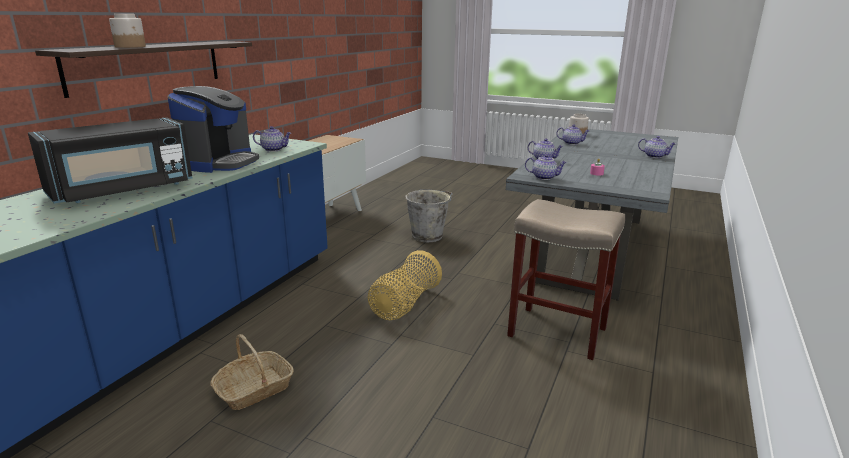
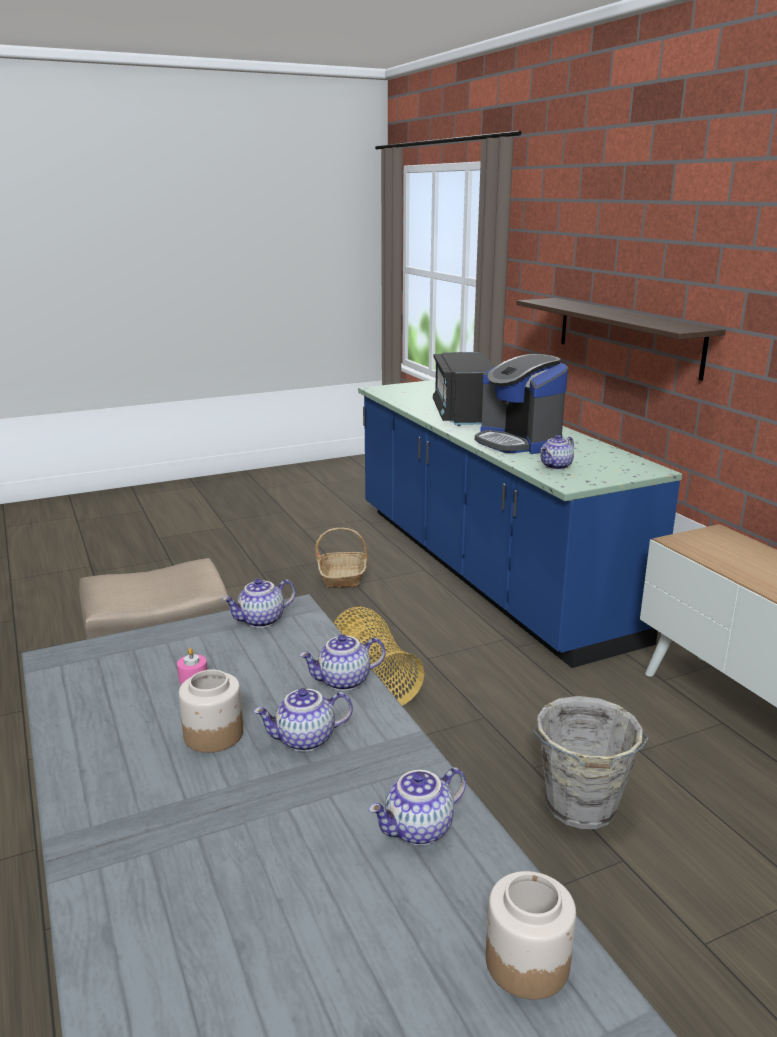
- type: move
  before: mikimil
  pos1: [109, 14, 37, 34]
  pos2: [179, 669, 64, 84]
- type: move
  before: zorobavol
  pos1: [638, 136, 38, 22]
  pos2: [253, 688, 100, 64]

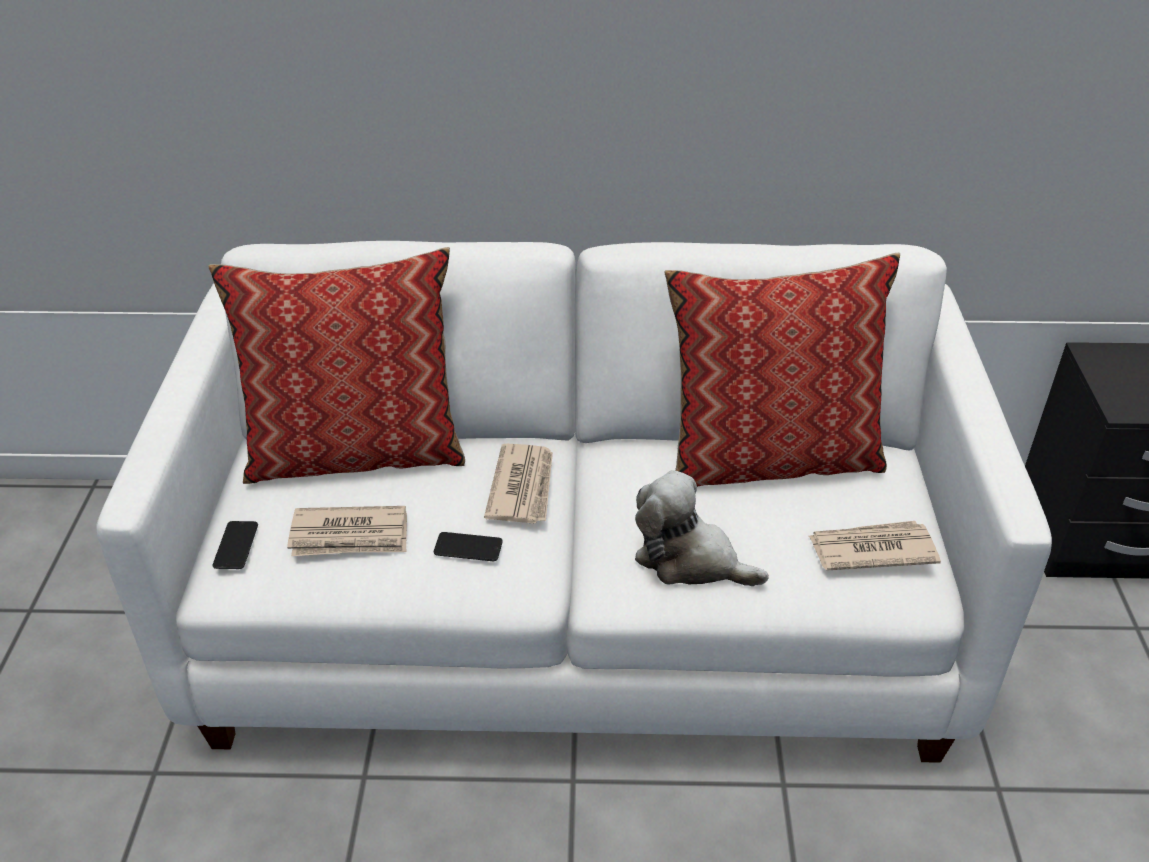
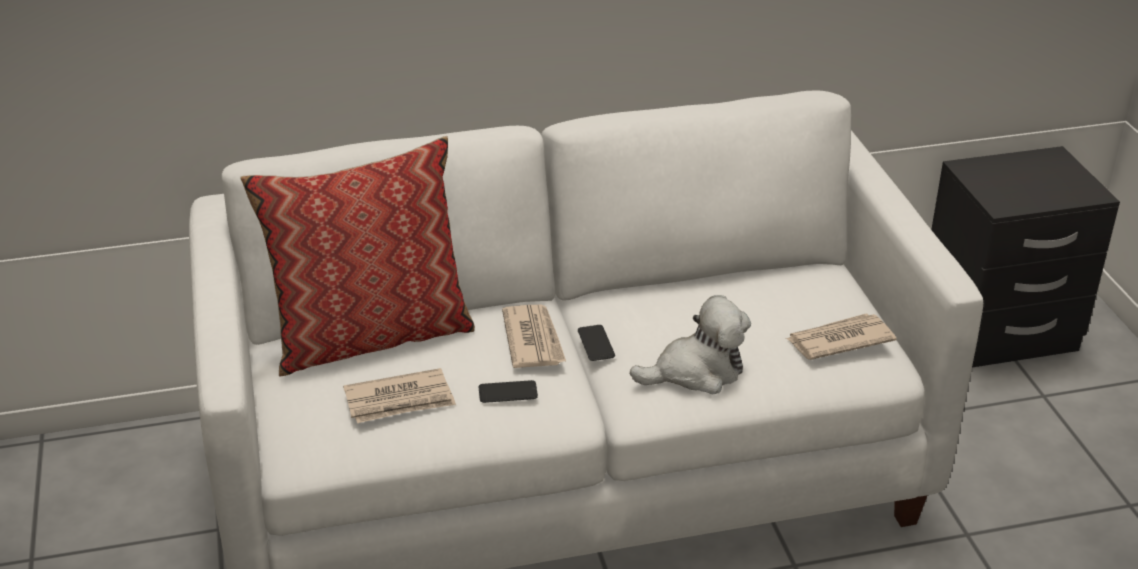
- type: move
  before: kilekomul
  pos1: [213, 521, 45, 48]
  pos2: [578, 325, 37, 36]
- type: rotate
  before: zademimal
  pos1: [635, 470, 134, 116]
  pos2: [630, 295, 121, 99]
  turn: 150
- type: delete
  before: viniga
  pos1: [665, 253, 235, 234]

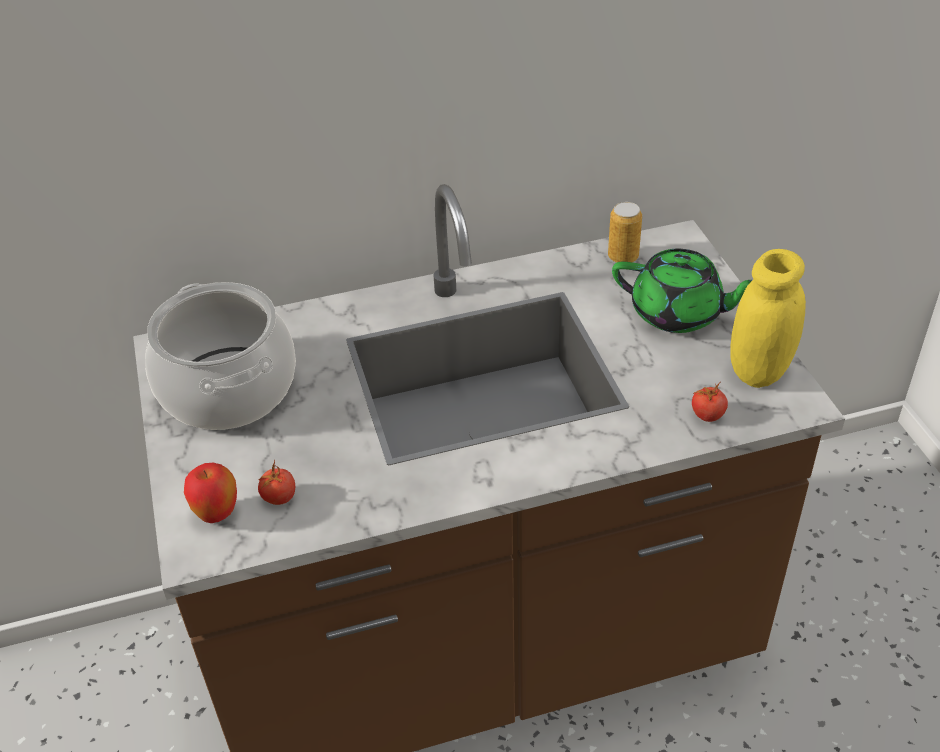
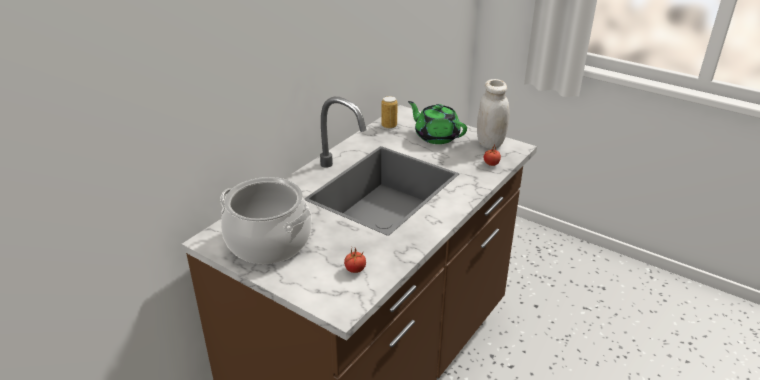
- type: delete
  before: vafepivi
  pos1: [184, 463, 53, 60]
- type: rotate
  before: zorobavol (green)
  pos1: [612, 249, 140, 84]
  pos2: [408, 101, 59, 43]
  turn: -120
- type: recolor
  before: mikimil (yellow)
  after: mikimil (white)
  pos1: [730, 249, 76, 139]
  pos2: [477, 79, 32, 70]

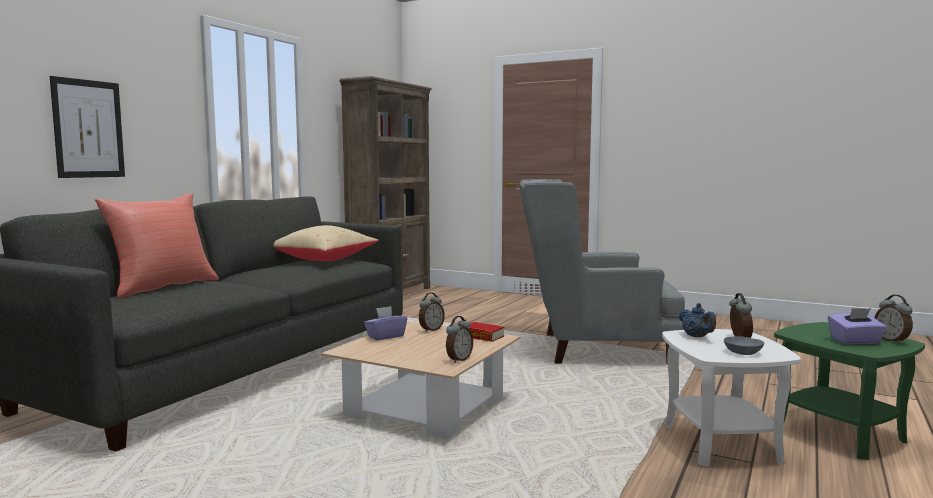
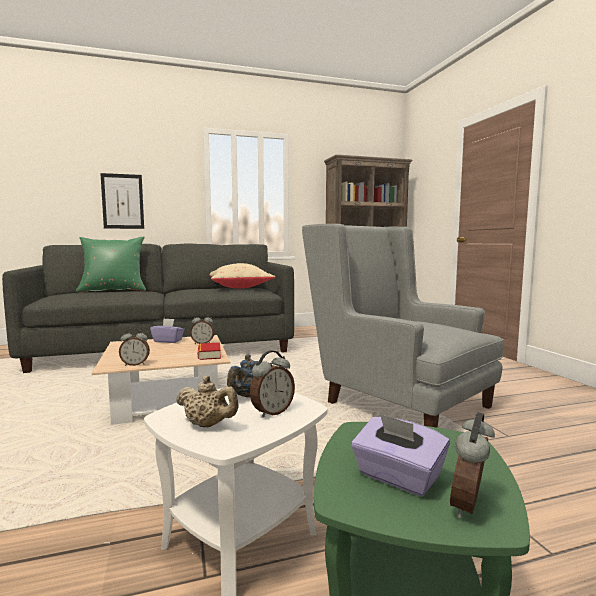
- type: recolor
  before: viniga (red)
  after: viniga (green)
  pos1: [94, 193, 125, 105]
  pos2: [76, 237, 70, 56]
- type: replace
  before: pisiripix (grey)
  after: zorobavol (beige)
  pos1: [724, 336, 41, 19]
  pos2: [176, 376, 63, 52]

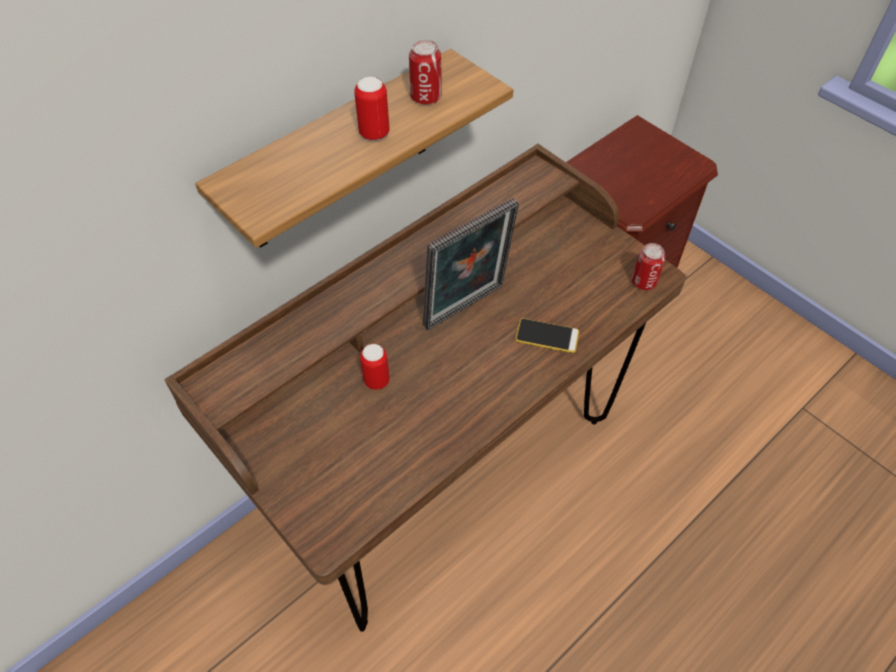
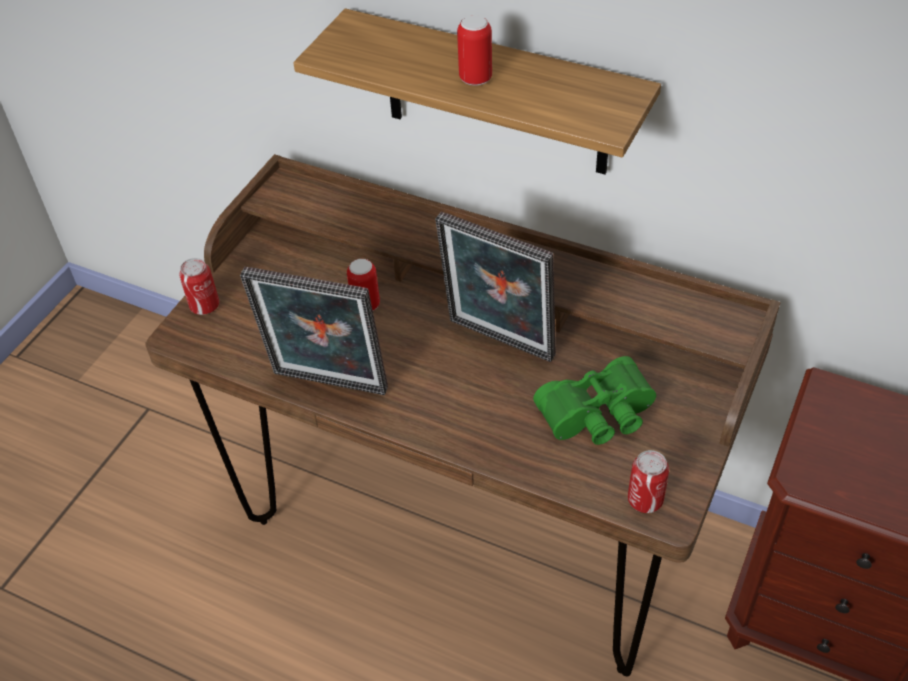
- type: move
  before: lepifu
  pos1: [409, 39, 33, 66]
  pos2: [179, 258, 40, 57]
- type: delete
  before: kilekomul
  pos1: [515, 318, 64, 35]
- type: insert
  after: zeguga
  pos2: [240, 267, 148, 128]
- type: insert
  after: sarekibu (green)
  pos2: [533, 356, 123, 89]

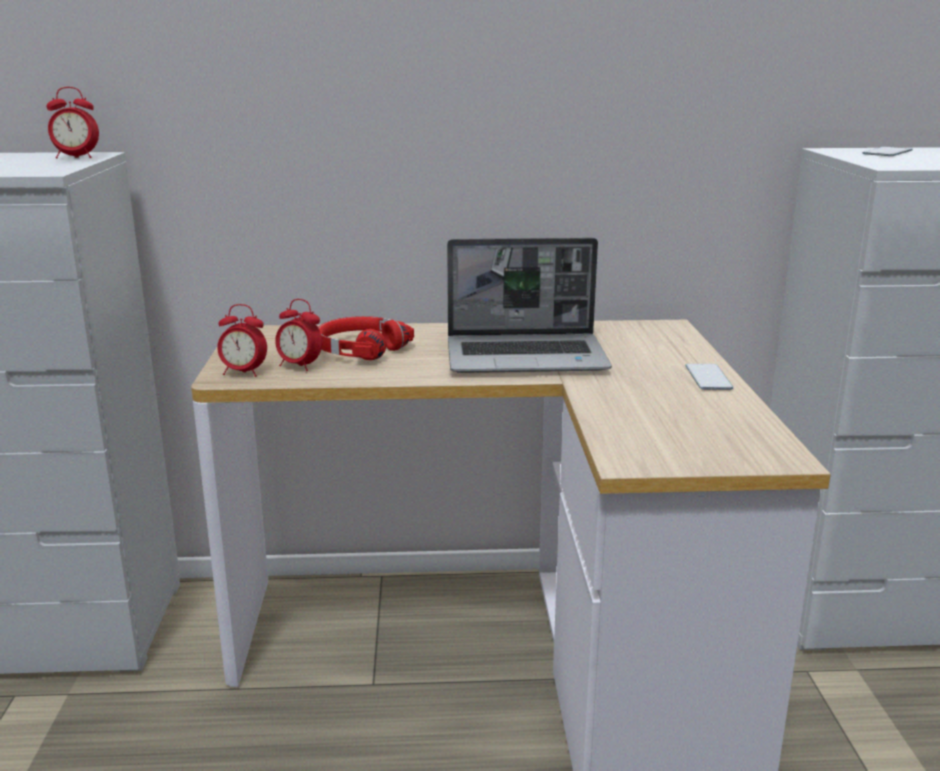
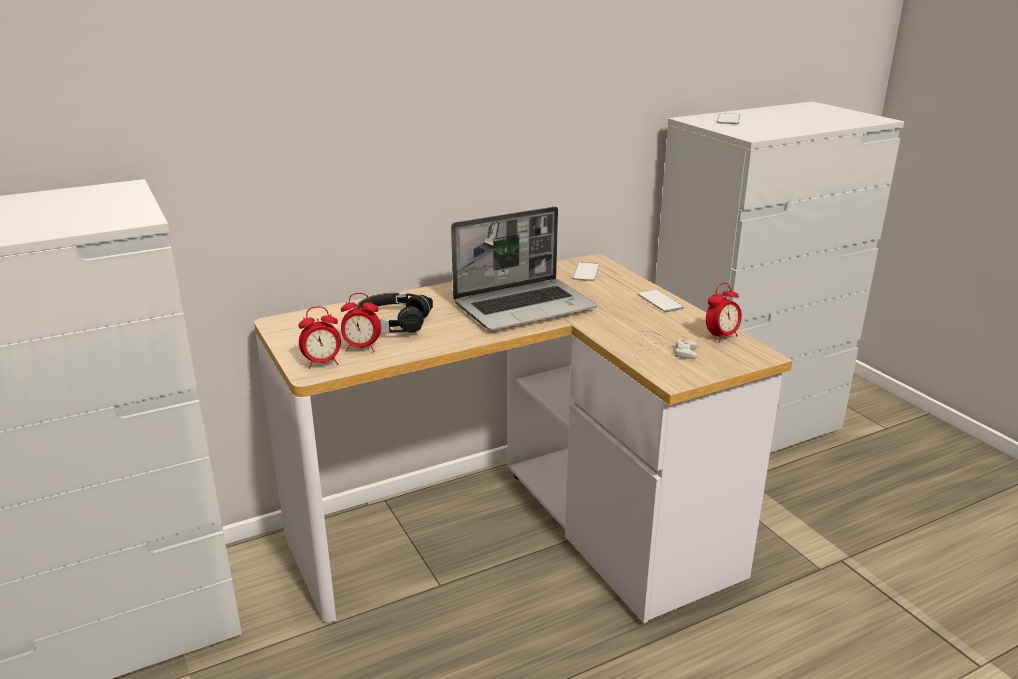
- type: move
  before: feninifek
  pos1: [47, 87, 52, 71]
  pos2: [706, 283, 36, 60]
- type: recolor
  before: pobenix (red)
  after: pobenix (black)
  pos1: [318, 316, 96, 44]
  pos2: [355, 293, 78, 39]
- type: insert
  after: kilekomul
  pos2: [573, 262, 27, 19]
- type: insert
  after: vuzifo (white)
  pos2: [635, 331, 63, 30]

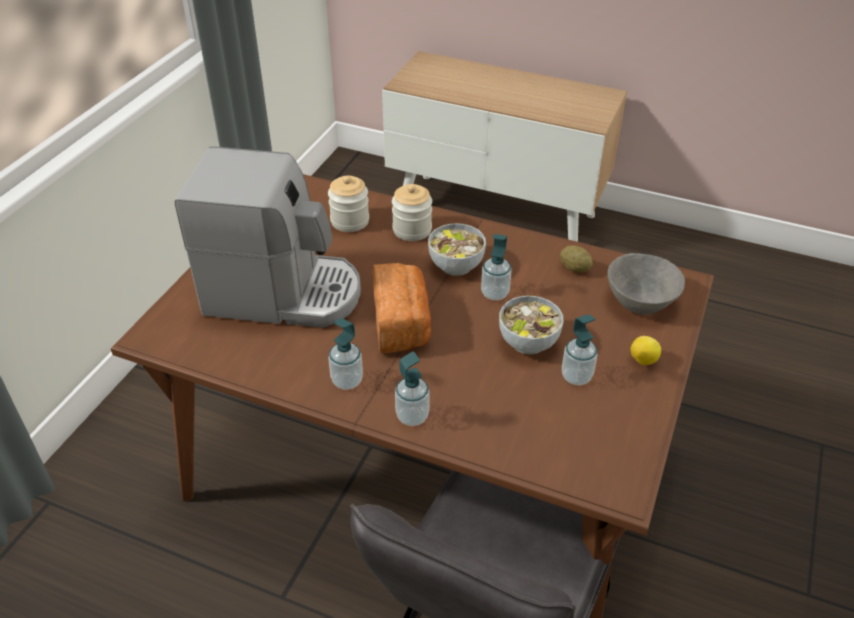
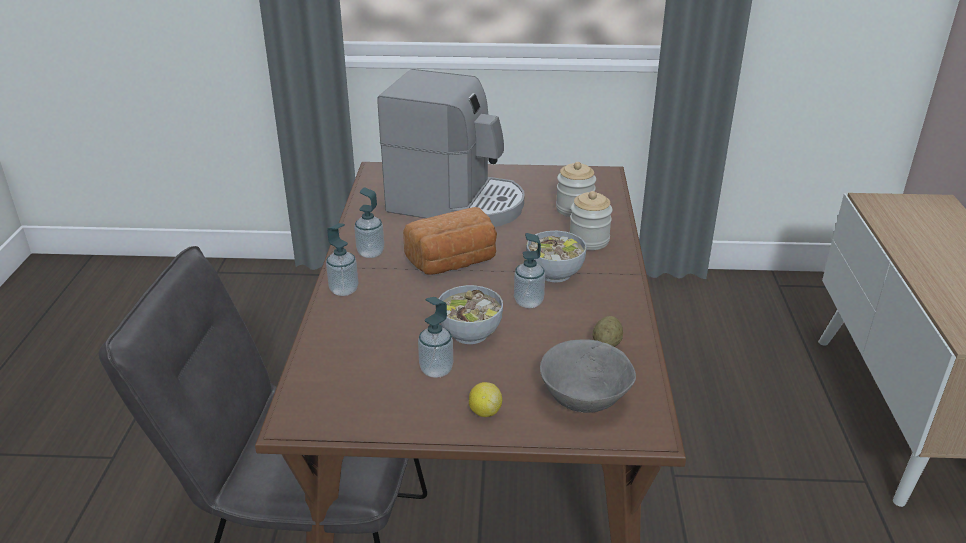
- type: rotate
  before: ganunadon
  pos1: [175, 146, 186, 182]
  pos2: [377, 69, 148, 158]
  turn: -60

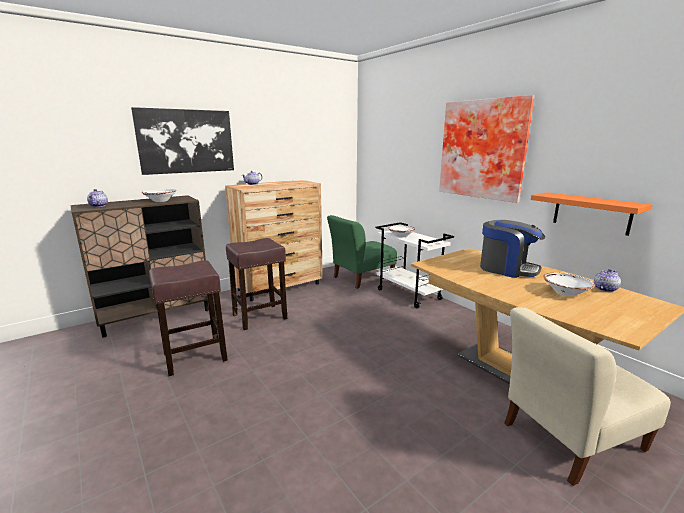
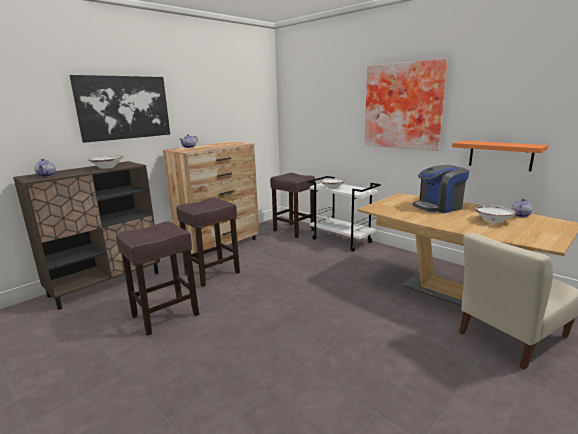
- type: replace
  before: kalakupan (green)
  after: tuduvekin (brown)
  pos1: [327, 215, 70, 74]
  pos2: [270, 173, 45, 65]
- type: rotate
  before: ganunadon
  pos1: [480, 220, 65, 58]
  pos2: [413, 165, 56, 48]
  turn: 135

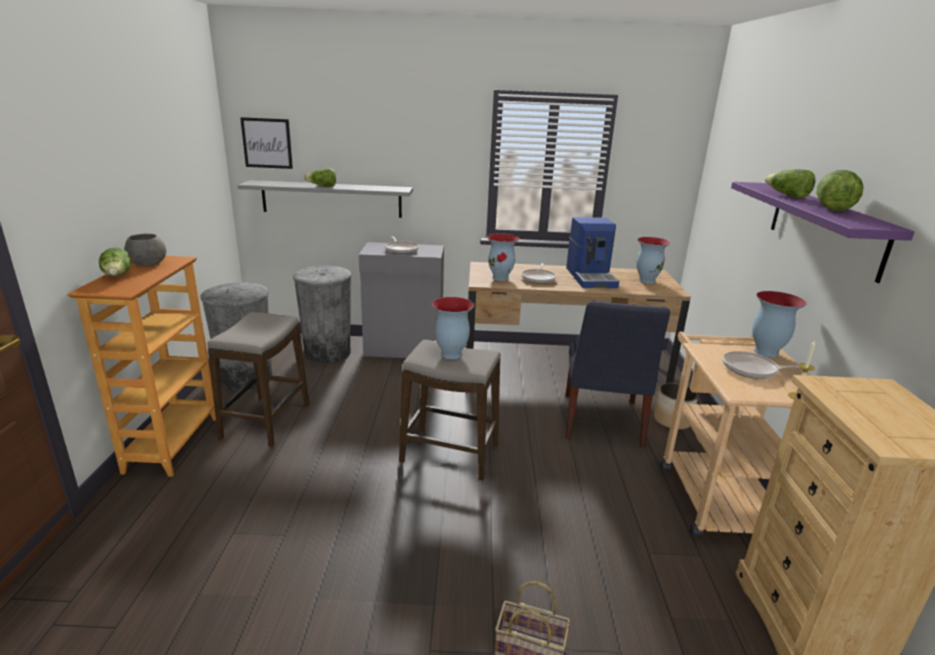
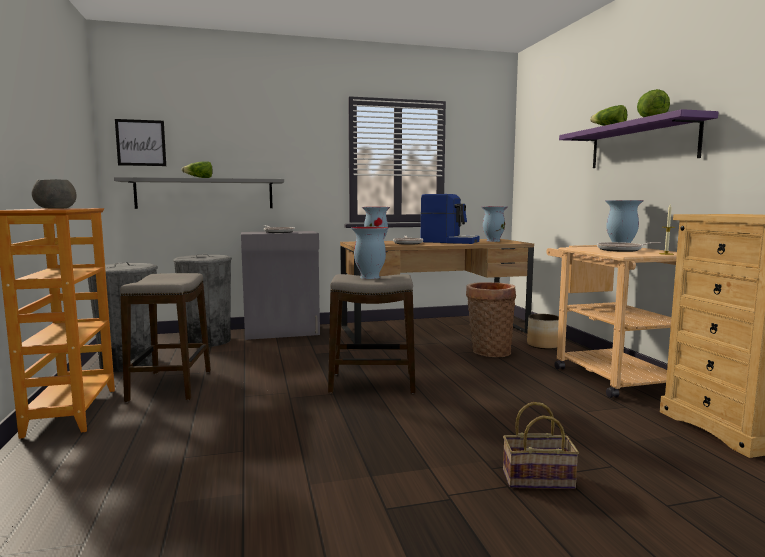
- type: delete
  before: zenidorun
  pos1: [99, 247, 32, 29]
- type: rotate
  before: ganunadon
  pos1: [566, 217, 53, 71]
  pos2: [420, 194, 59, 50]
  turn: -45
- type: replace
  before: kalakupan (blue)
  after: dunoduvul
  pos1: [566, 301, 104, 146]
  pos2: [466, 282, 50, 75]

